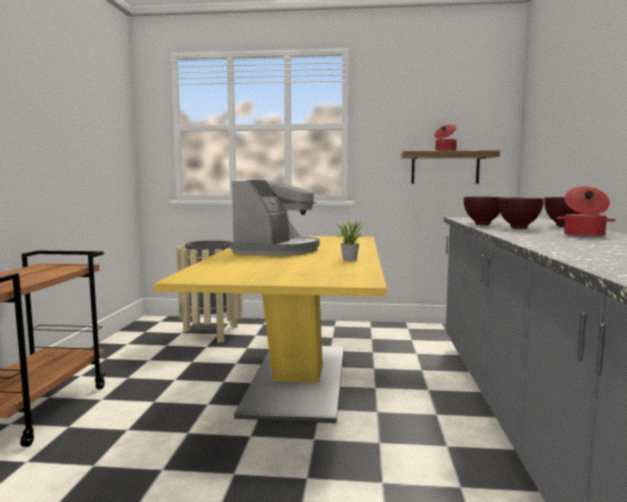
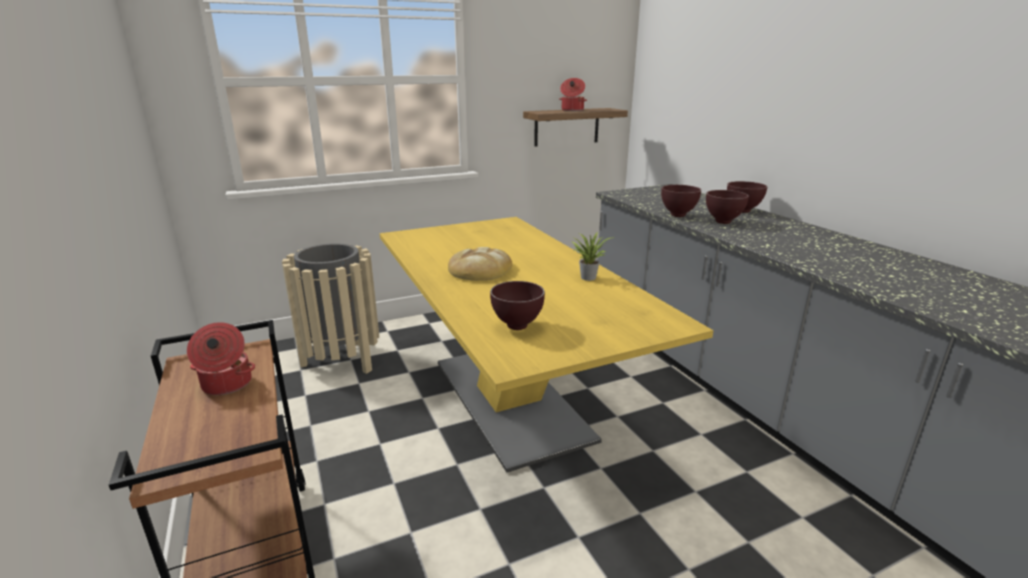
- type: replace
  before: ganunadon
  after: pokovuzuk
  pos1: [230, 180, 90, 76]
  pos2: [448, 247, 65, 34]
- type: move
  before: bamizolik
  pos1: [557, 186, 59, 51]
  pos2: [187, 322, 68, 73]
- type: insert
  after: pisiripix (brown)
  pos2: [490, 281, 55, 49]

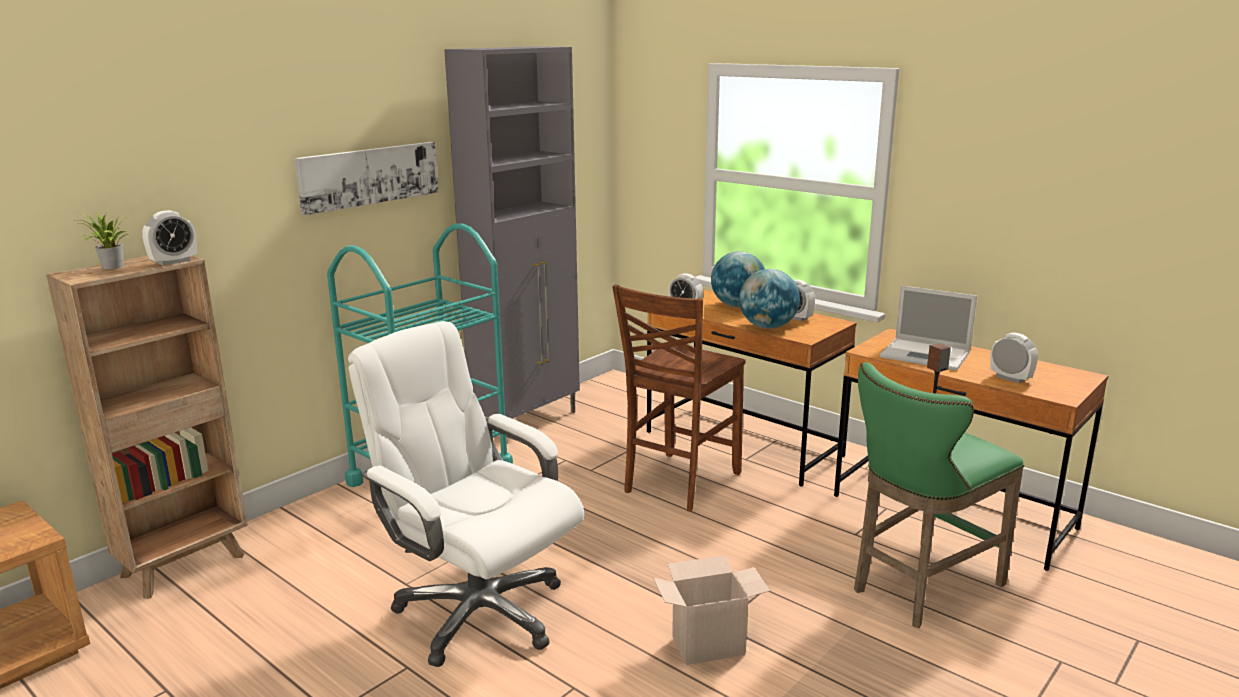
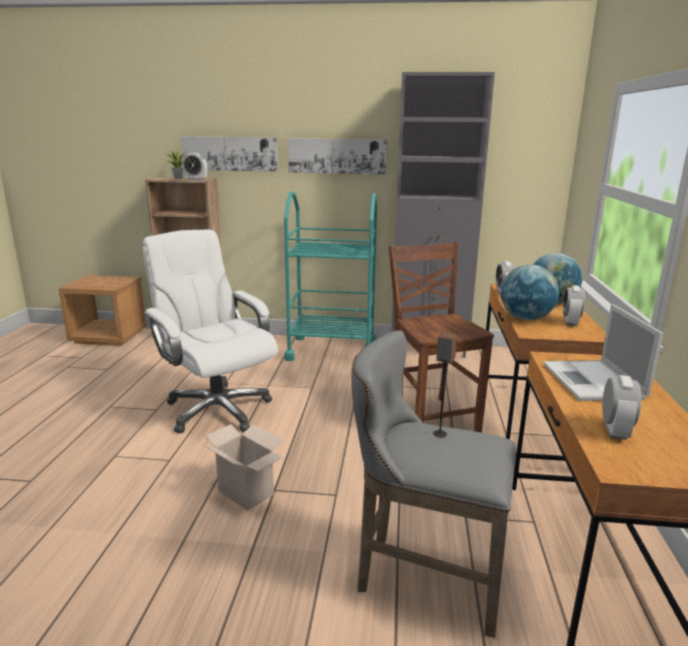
- type: rotate
  before: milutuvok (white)
  pos1: [348, 321, 236, 346]
  pos2: [142, 229, 136, 204]
  turn: -45
- type: rotate
  before: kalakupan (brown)
  pos1: [612, 284, 133, 228]
  pos2: [389, 242, 105, 191]
  turn: 75
- type: recolor
  before: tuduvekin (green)
  after: tuduvekin (grey)
  pos1: [854, 362, 170, 266]
  pos2: [351, 330, 165, 308]
- type: insert
  after: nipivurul
  pos2: [181, 136, 97, 36]

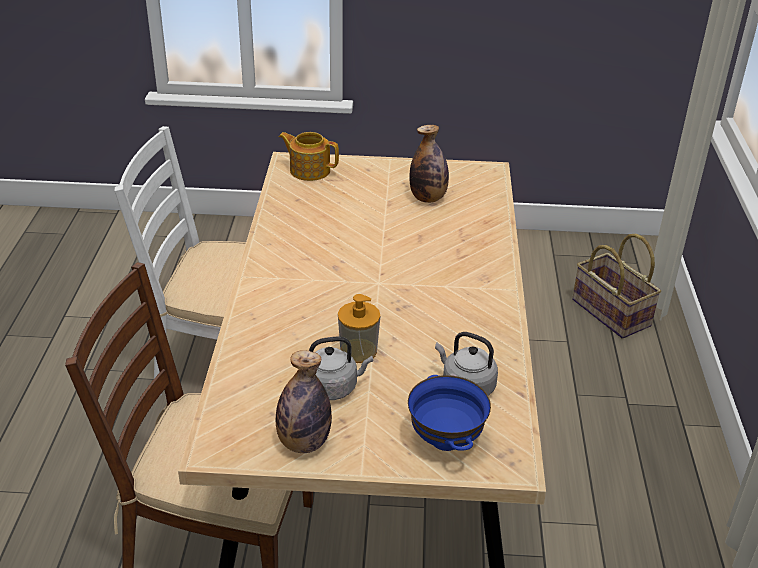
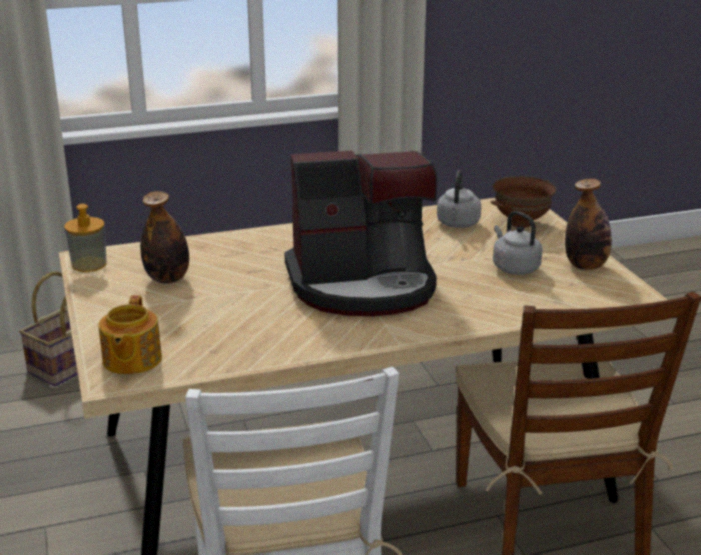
- type: move
  before: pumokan
  pos1: [338, 294, 42, 69]
  pos2: [64, 204, 43, 68]
- type: recolor
  before: pisiripix (blue)
  after: pisiripix (brown)
  pos1: [408, 375, 83, 76]
  pos2: [491, 176, 65, 52]
- type: insert
  after: ganunadon
  pos2: [284, 150, 153, 166]

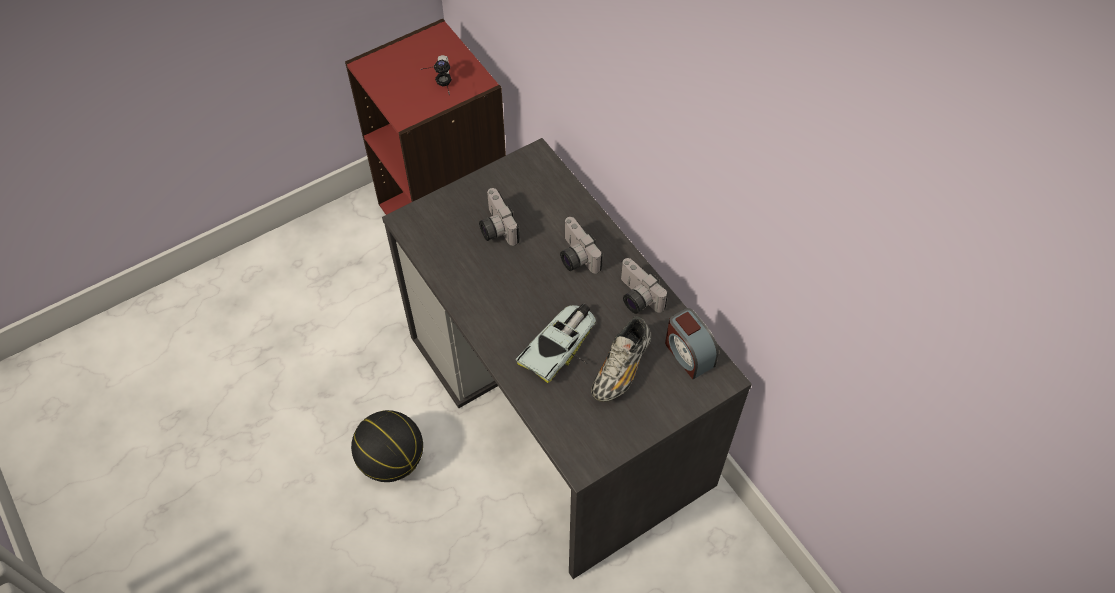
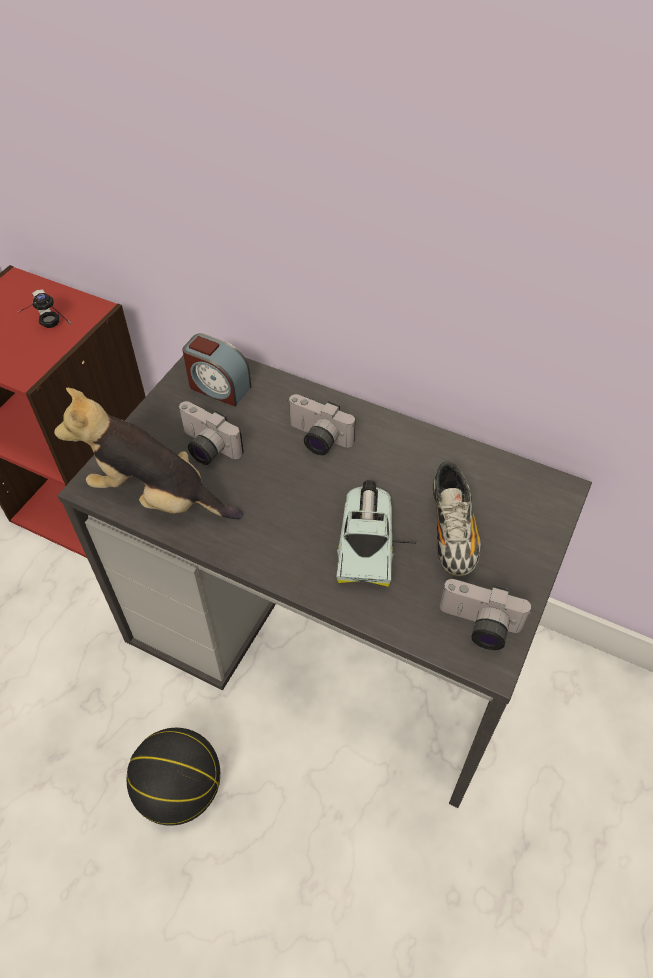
- type: move
  before: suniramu
  pos1: [621, 258, 47, 56]
  pos2: [440, 579, 91, 71]
- type: move
  before: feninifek
  pos1: [665, 308, 54, 71]
  pos2: [182, 333, 69, 74]
- type: insert
  after: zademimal
  pos2: [54, 388, 189, 131]

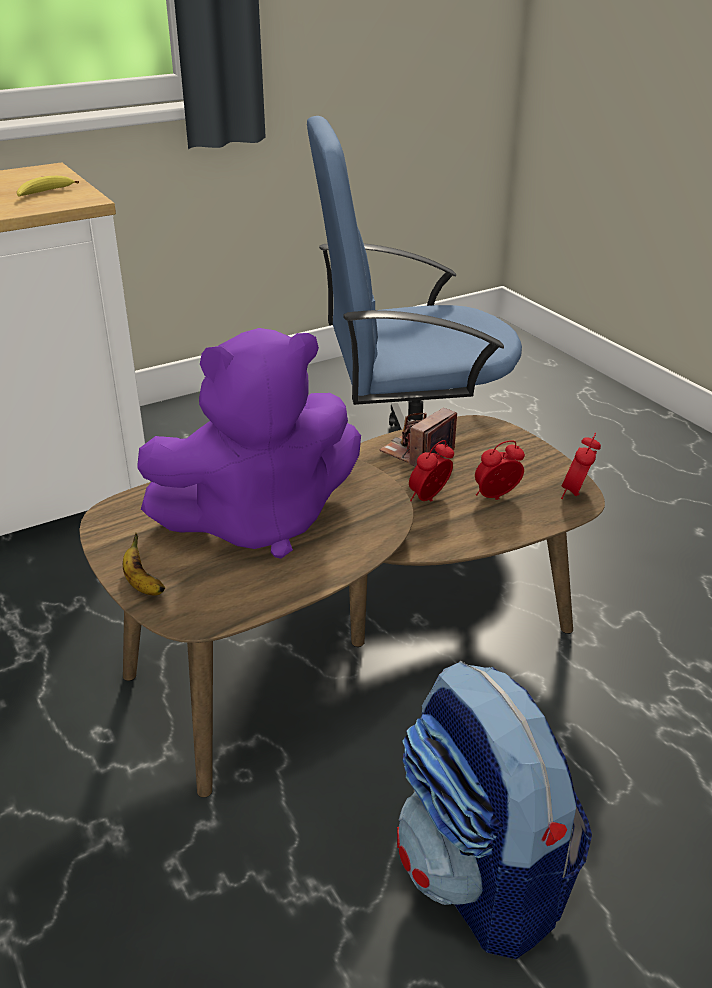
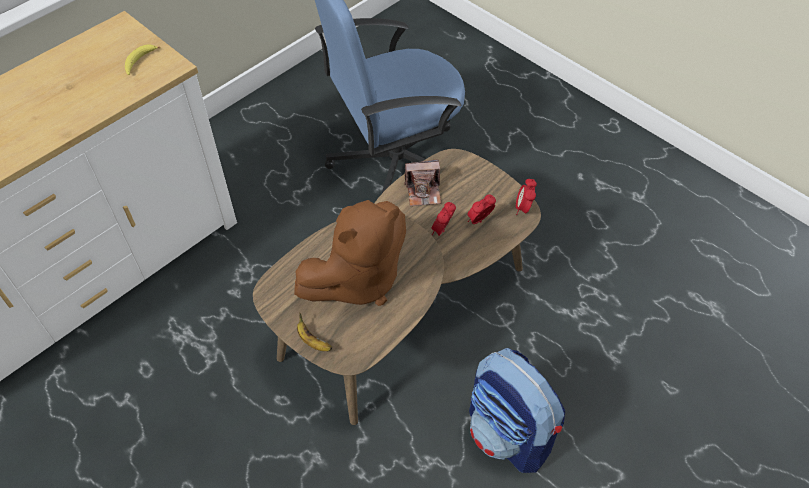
- type: recolor
  before: zademimal (purple)
  after: zademimal (brown)
  pos1: [137, 328, 224, 231]
  pos2: [294, 200, 112, 106]
- type: rotate
  before: suniramu
  pos1: [380, 408, 77, 59]
  pos2: [404, 159, 37, 47]
  turn: -120

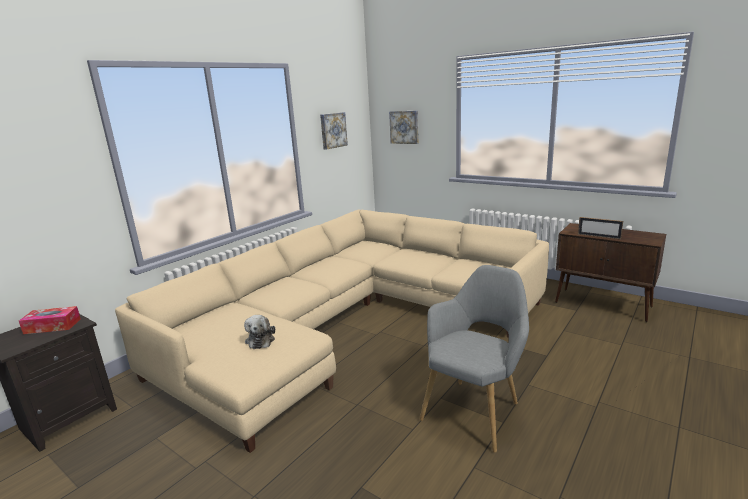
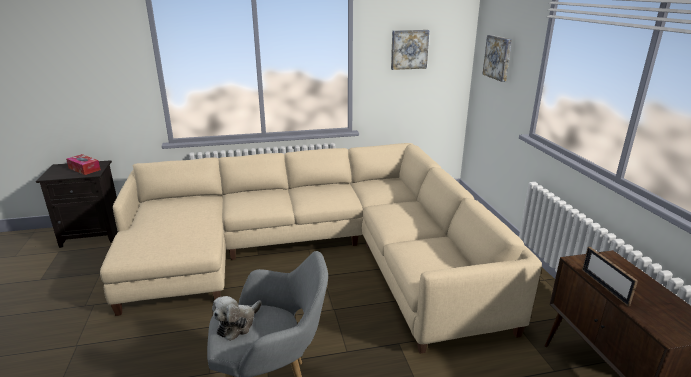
- type: move
  before: zademimal
  pos1: [244, 315, 31, 34]
  pos2: [212, 296, 50, 45]

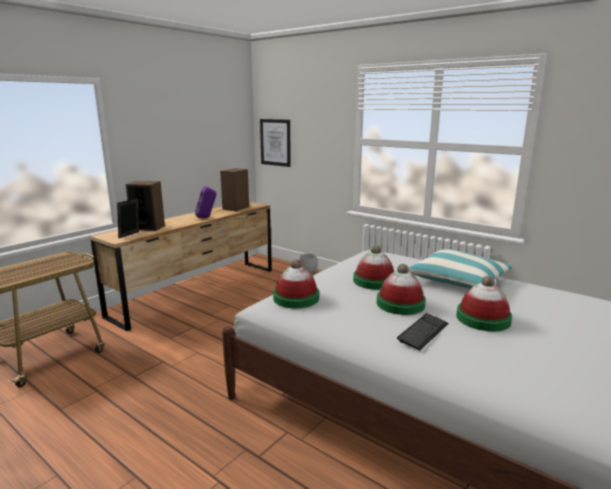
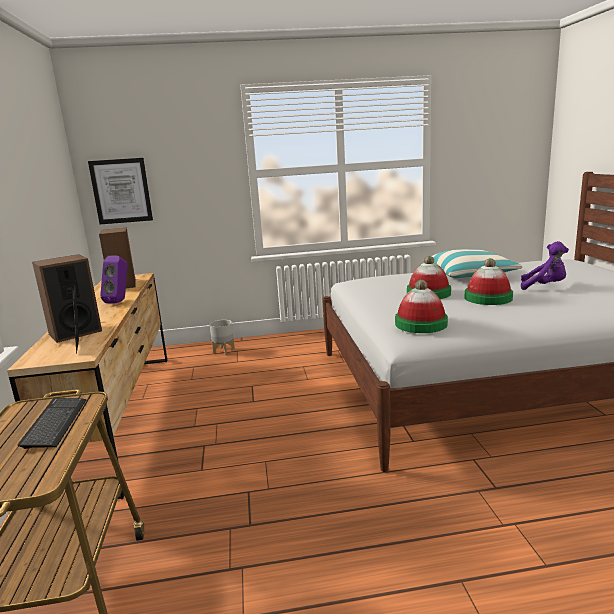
- type: move
  before: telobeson
  pos1: [397, 313, 52, 38]
  pos2: [18, 398, 68, 51]
- type: replace
  before: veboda
  after: zademimal (purple)
  pos1: [456, 276, 56, 55]
  pos2: [521, 241, 48, 49]

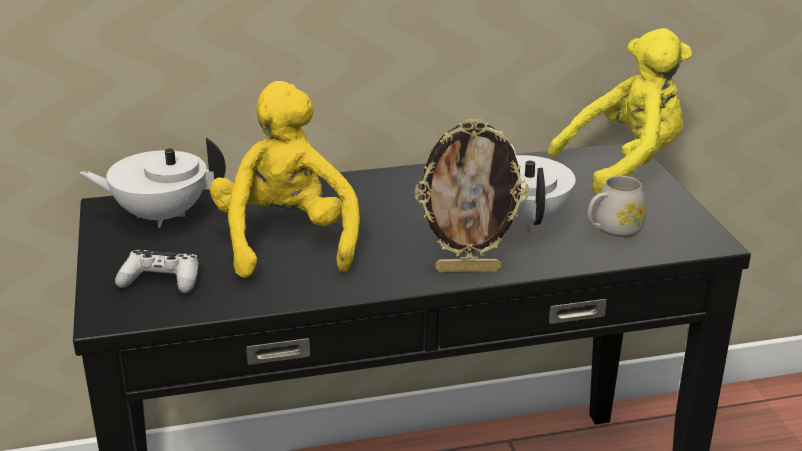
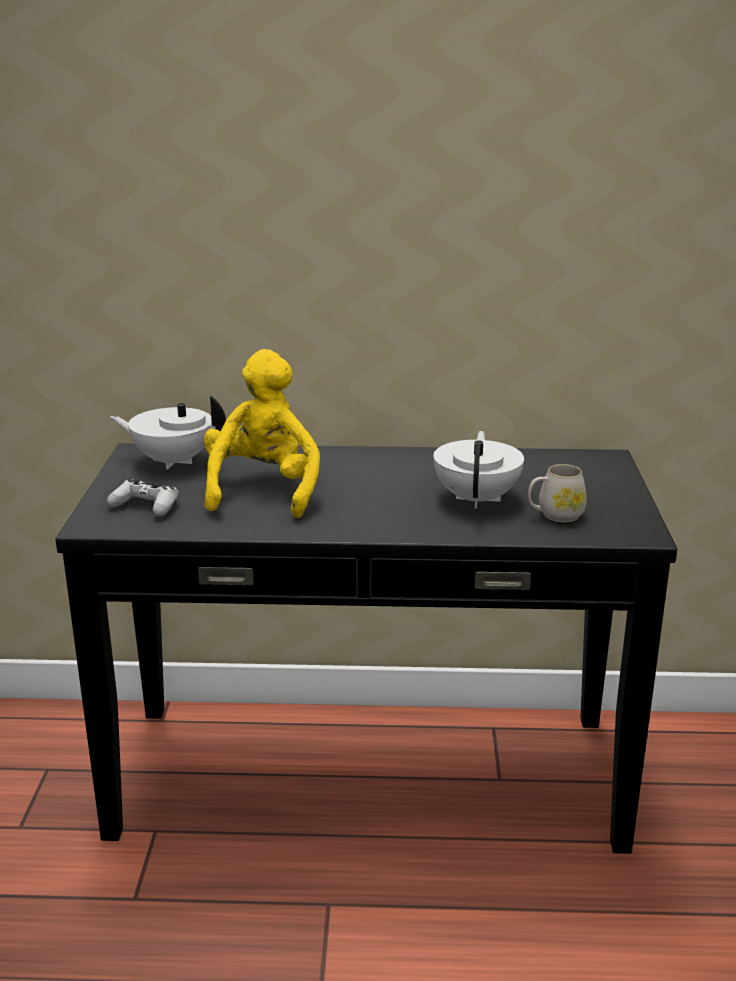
- type: delete
  before: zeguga
  pos1: [415, 118, 114, 154]
- type: delete
  before: zademimal (yellow)
  pos1: [548, 28, 144, 167]

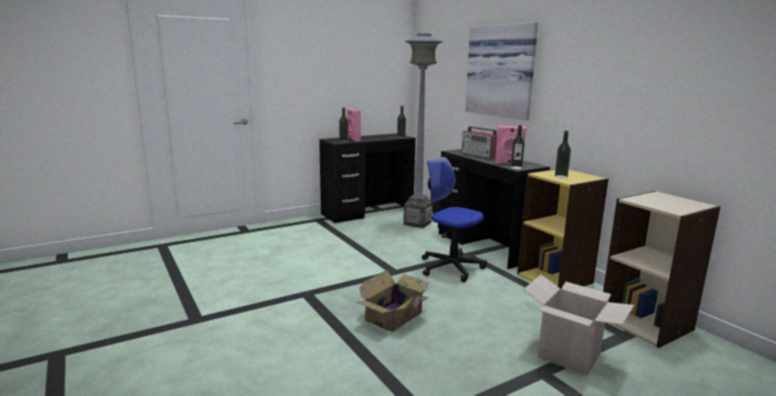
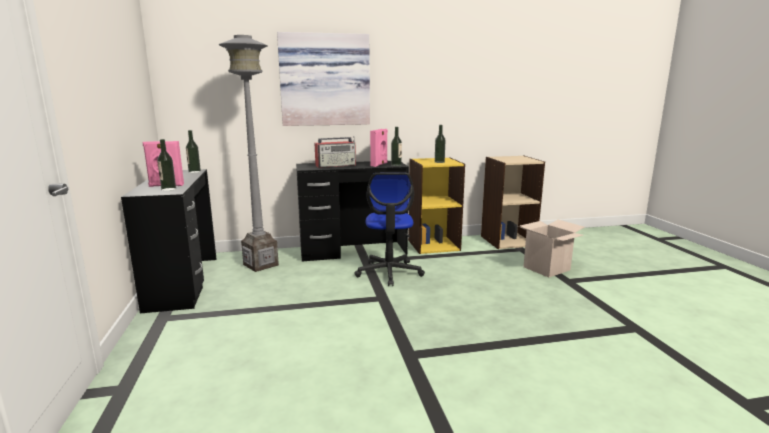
- type: delete
  before: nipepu
  pos1: [356, 270, 74, 62]
- type: rotate
  before: milutuvok
  pos1: [422, 157, 65, 125]
  pos2: [354, 172, 71, 114]
  turn: -60

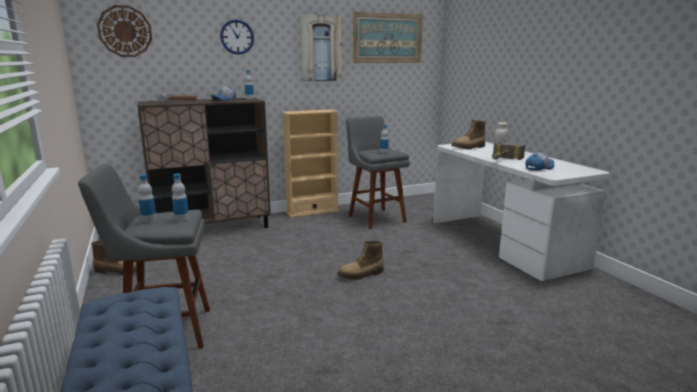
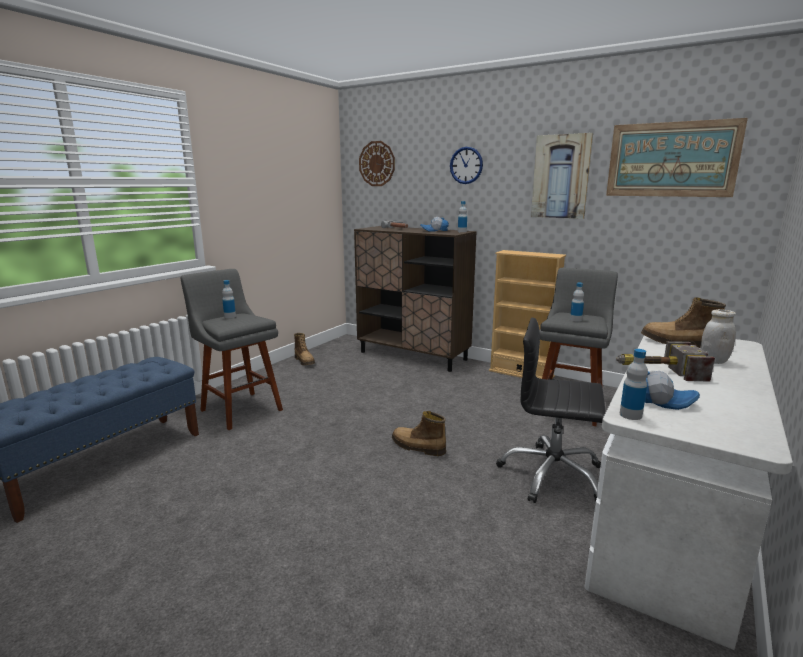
- type: move
  before: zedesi
  pos1: [172, 174, 17, 48]
  pos2: [620, 349, 28, 71]
- type: insert
  after: milutuvok (black)
  pos2: [496, 318, 110, 185]

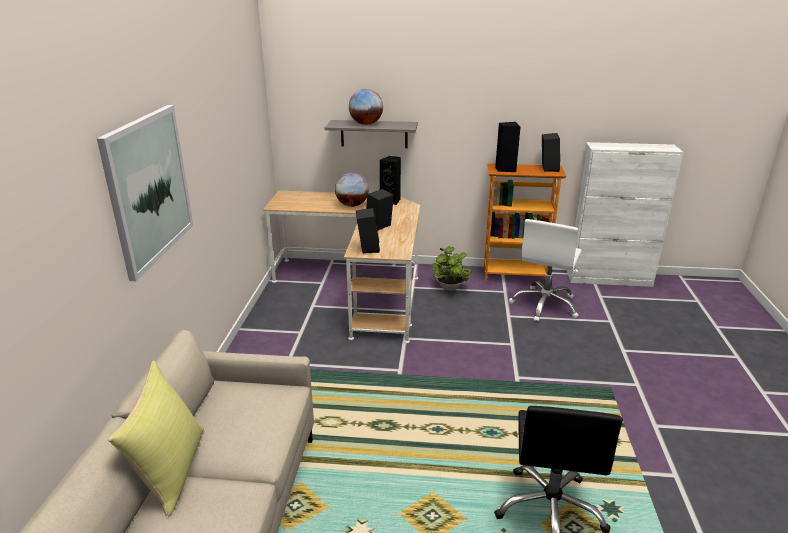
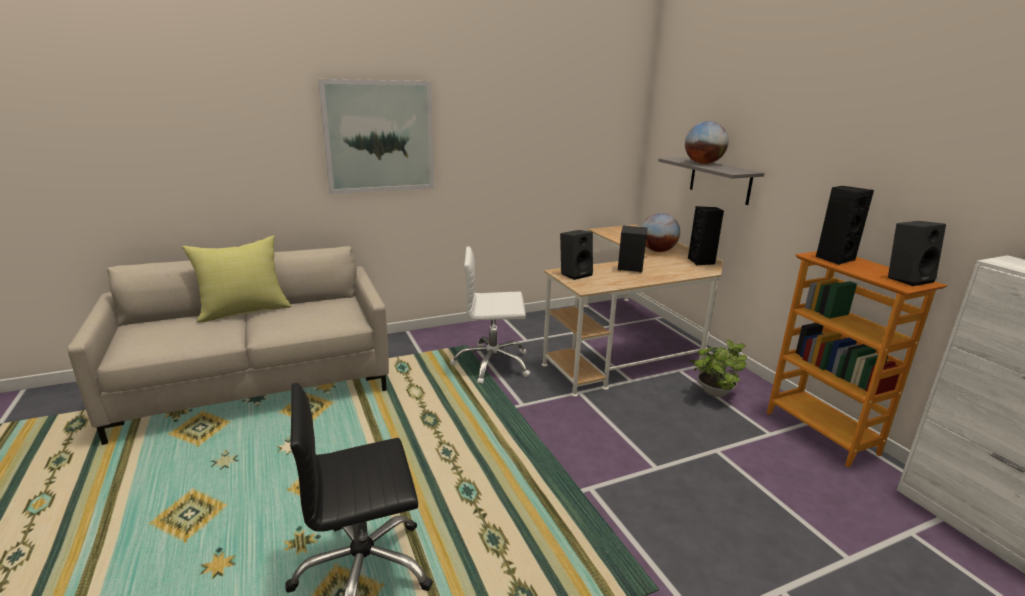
- type: move
  before: milutuvok (white)
  pos1: [509, 219, 73, 103]
  pos2: [450, 246, 80, 138]

